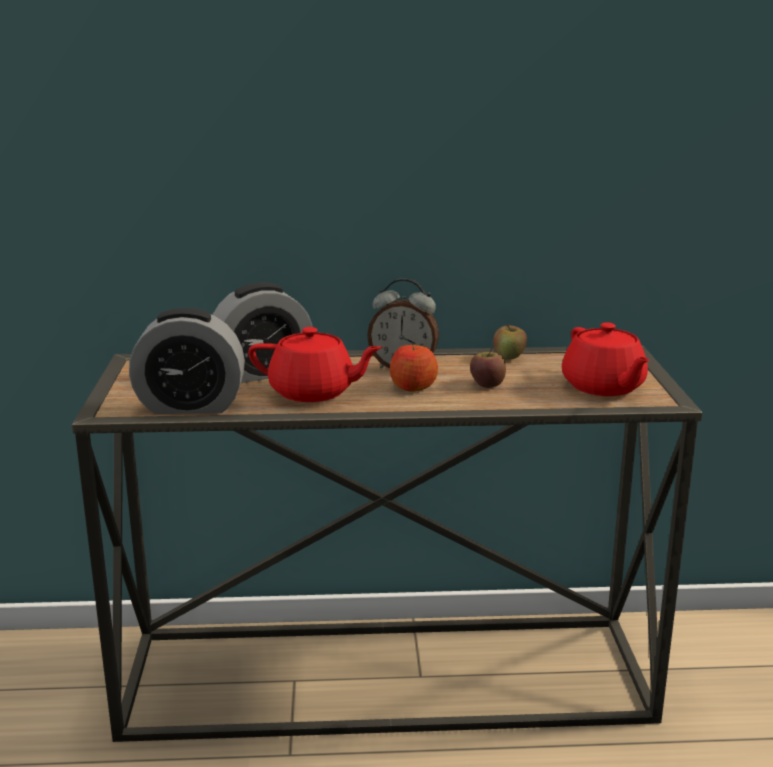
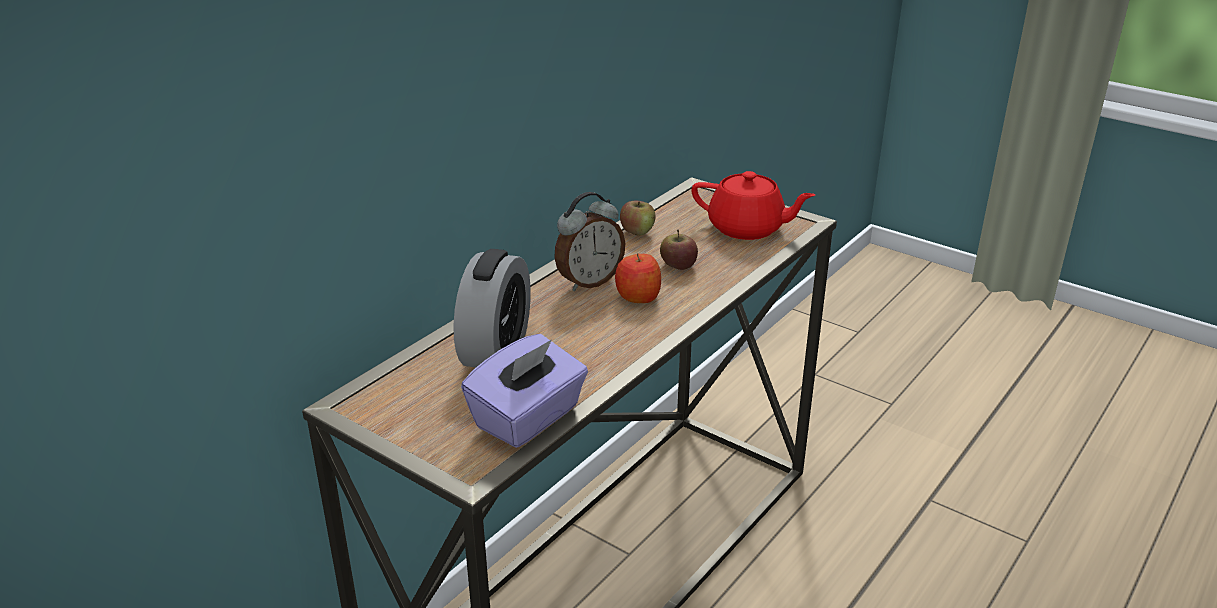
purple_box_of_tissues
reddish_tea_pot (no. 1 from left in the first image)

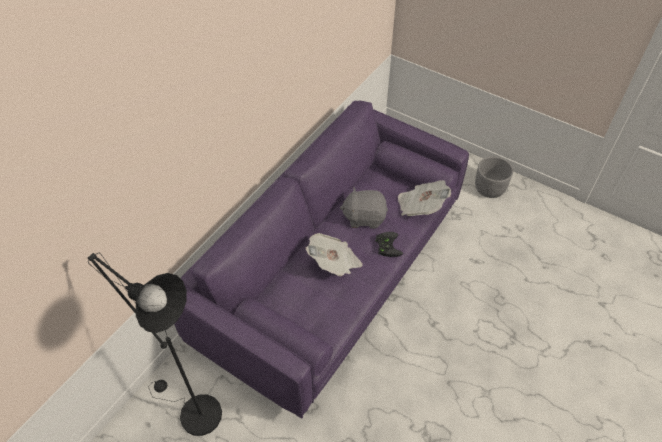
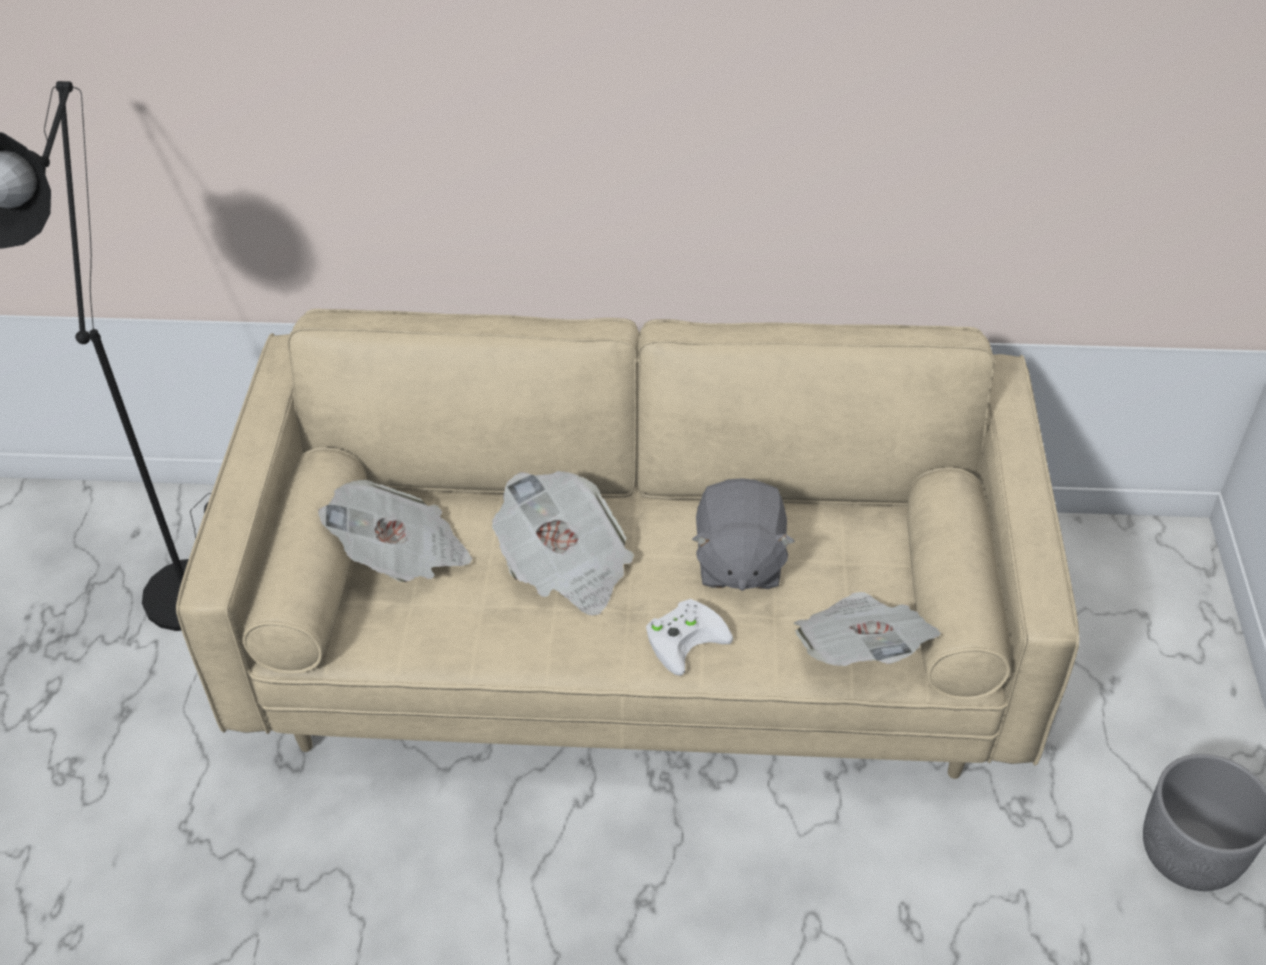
sand-coloured_sofa
greyish_cuddly_toy
white-coloured_game_controller
daily_paper (no. 1 from left)

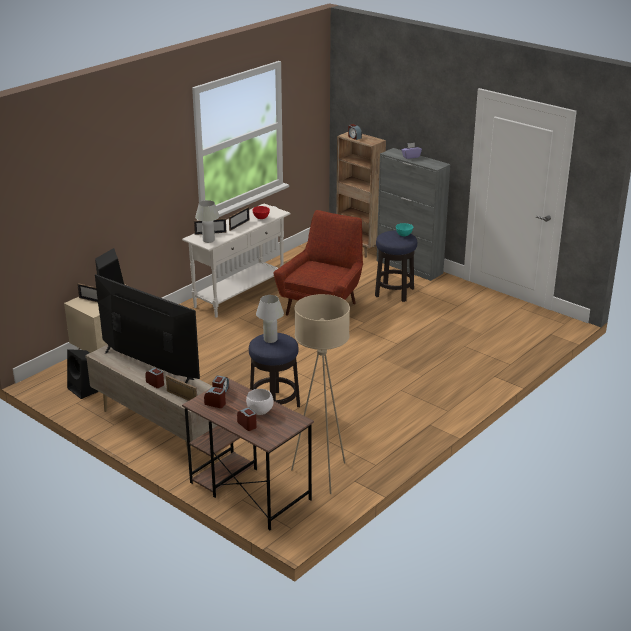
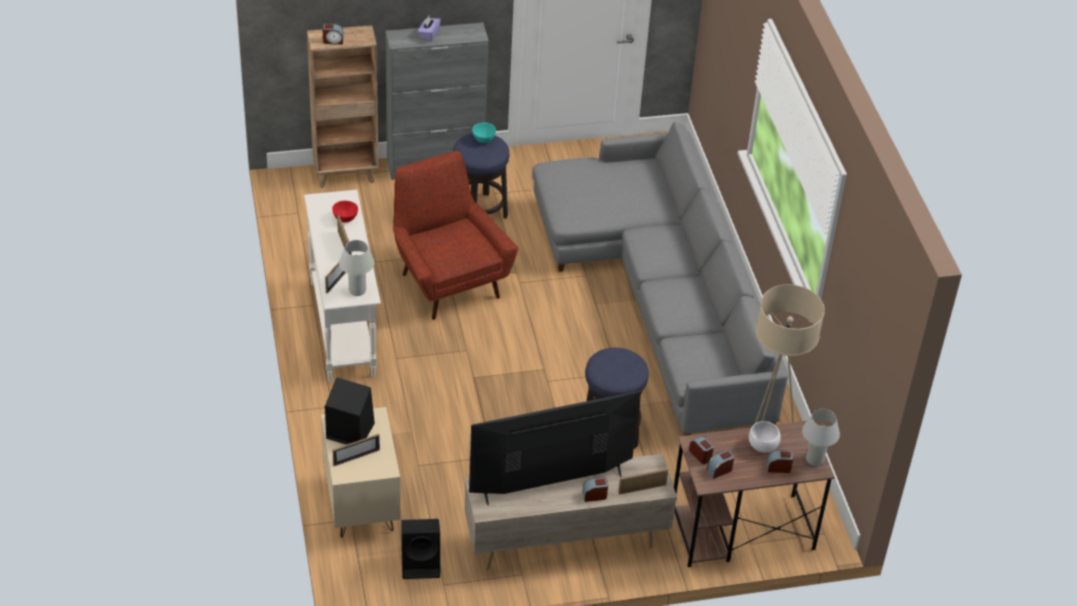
white-coloured_tabletop_lamp (no. 2 from left)
greyish_sofa

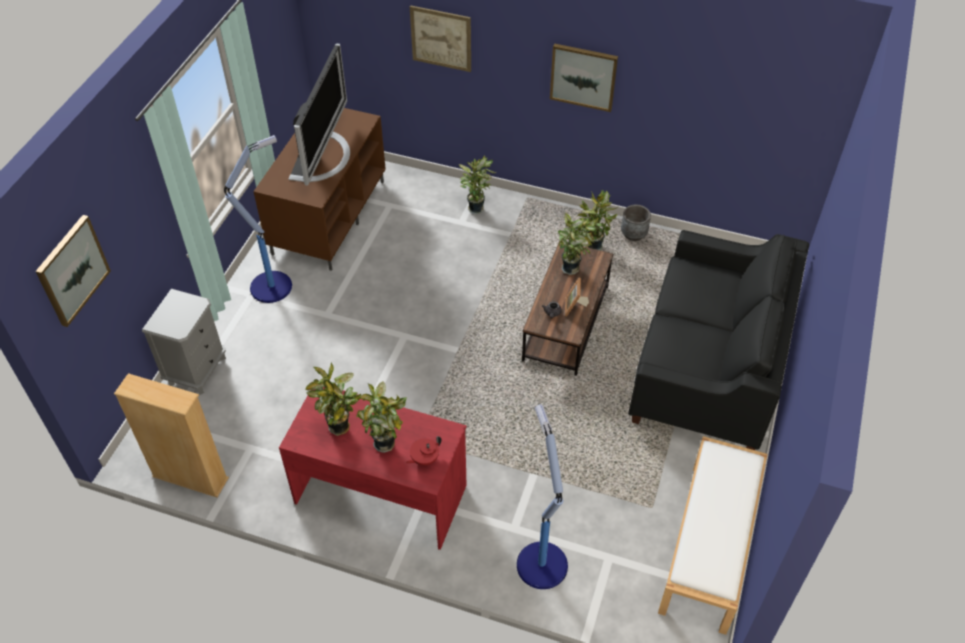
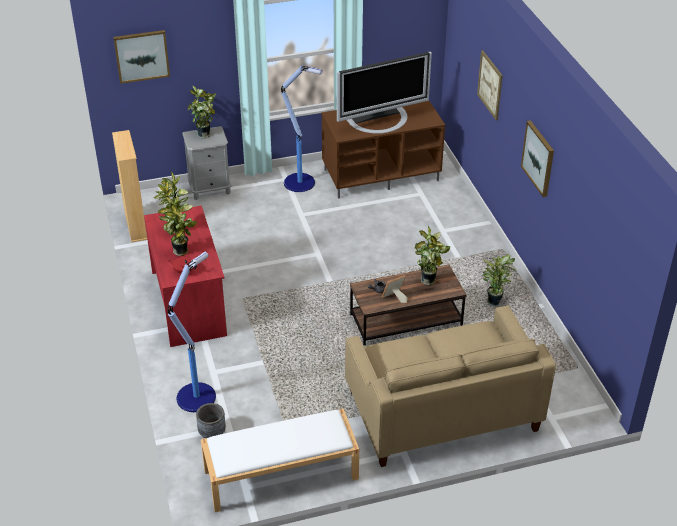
houseplant (no. 3 from left)
greyish_planter
sand-coloured_sofa

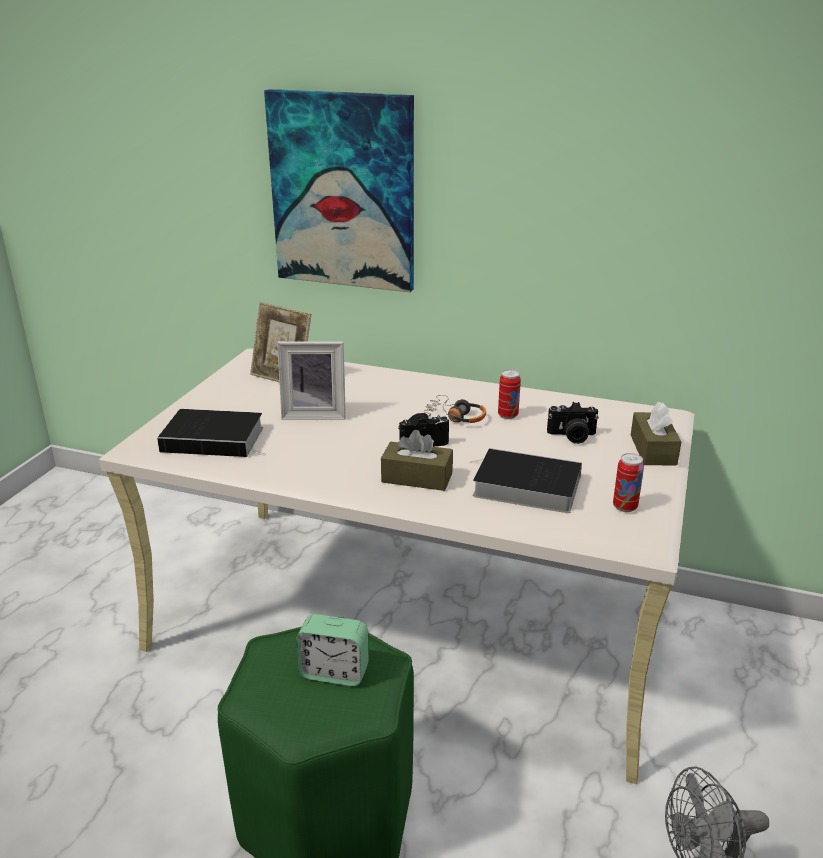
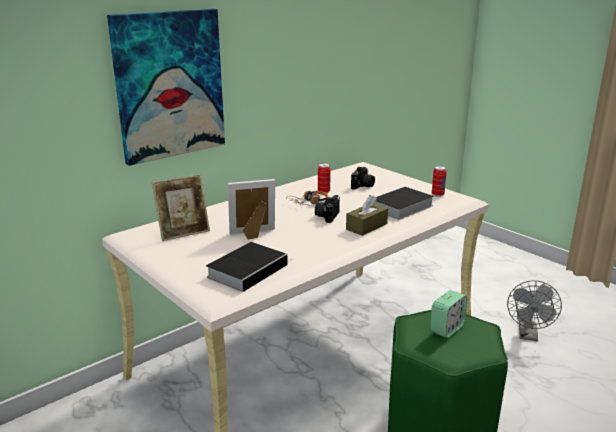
picture_frame (no. 2 from left)
brown_box_of_tissues (no. 2 from left in the first image)

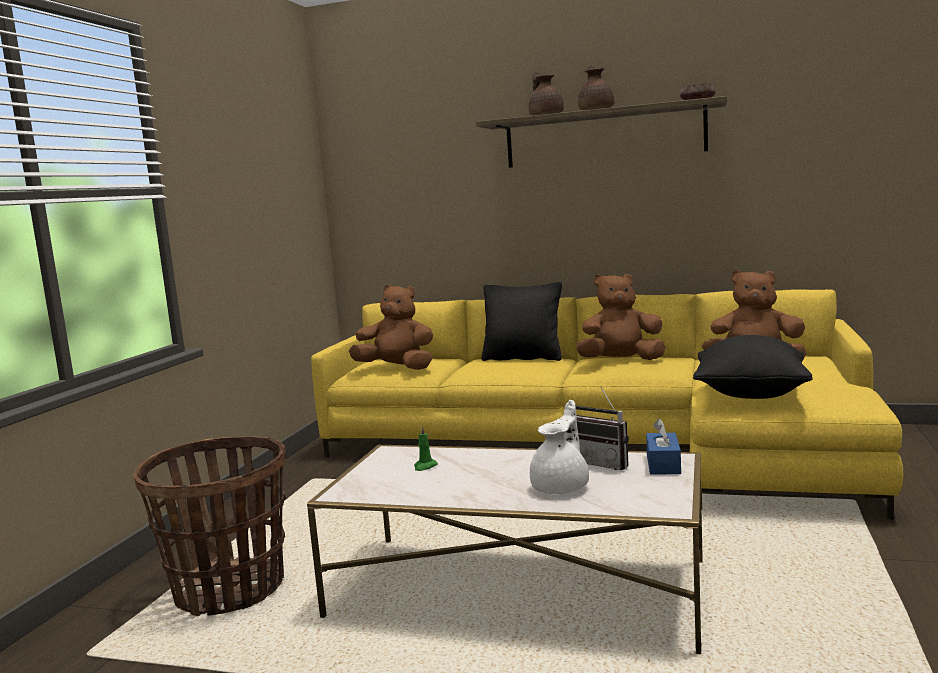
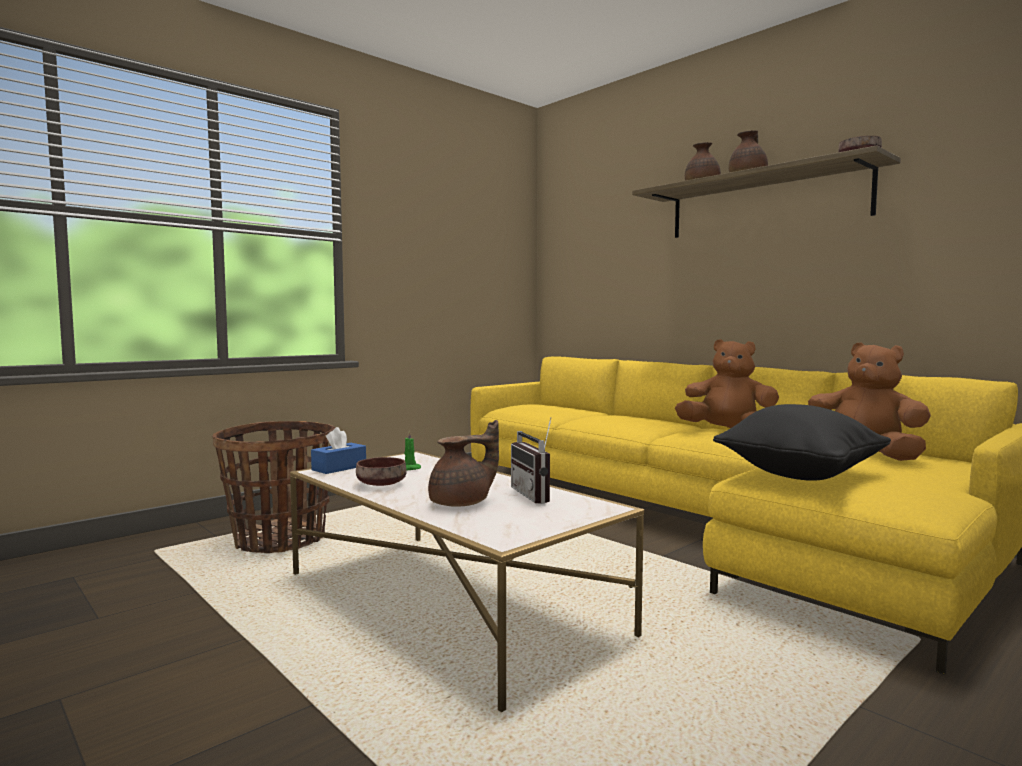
blackish_pillow (no. 1 from left in the first image)
brown_cuddly_toy (no. 1 from left in the first image)
brown_tea_pot (no. 1 from left)
blue_box_of_tissues
brown_deep_dish (no. 1 from left)

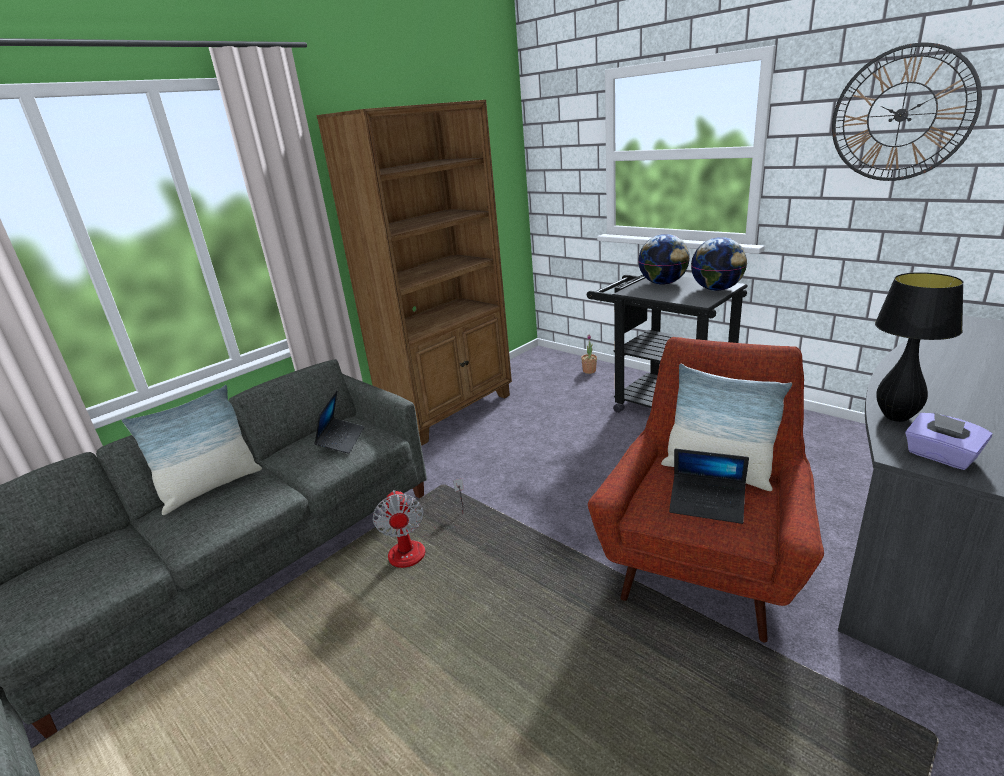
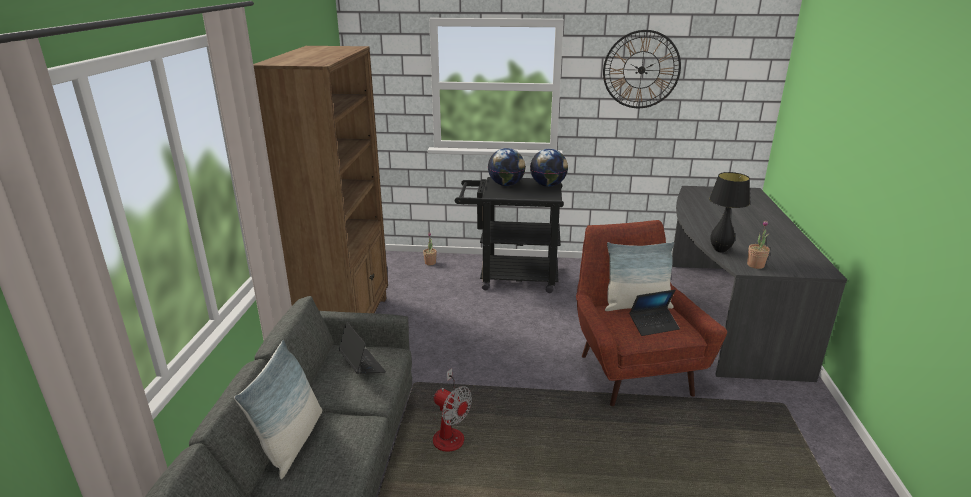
houseplant (no. 2 from left)

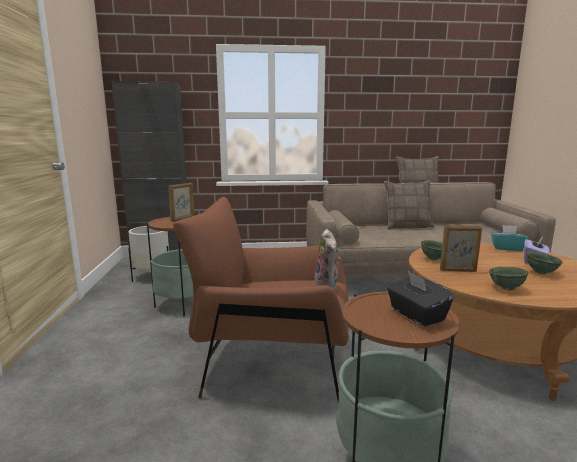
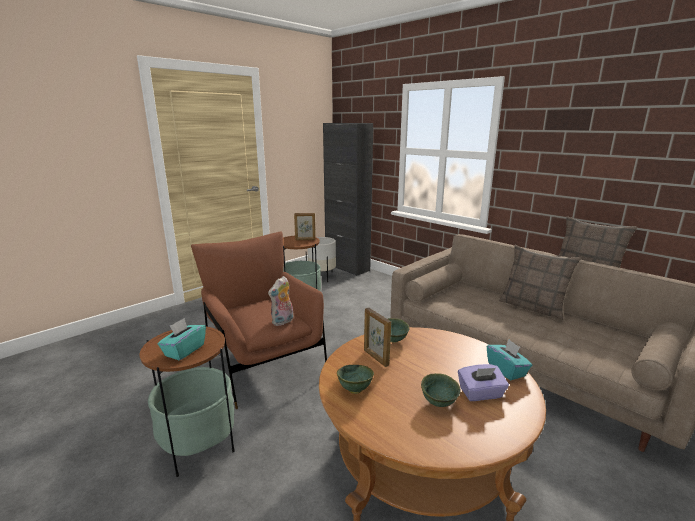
turquoise-coloured_box_of_tissues (no. 1 from left)

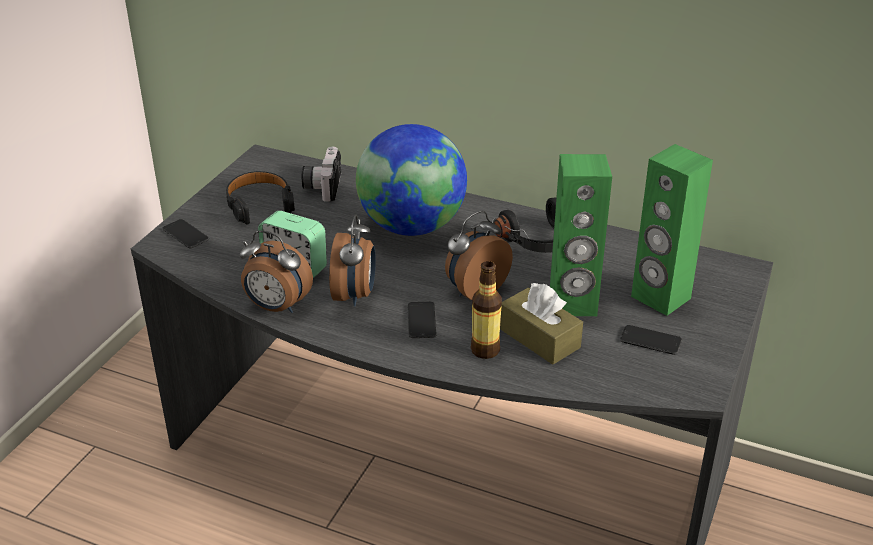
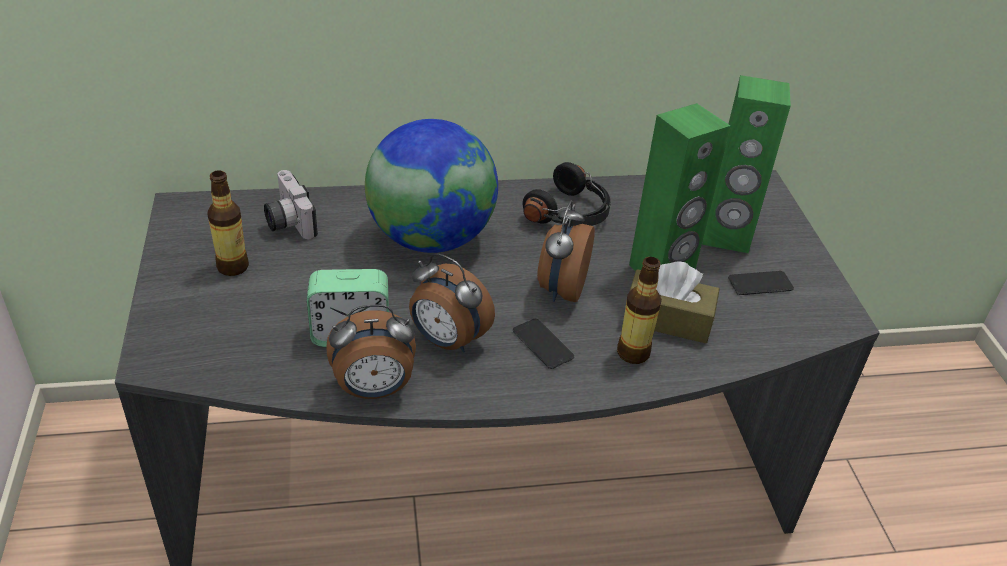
beverage_bottle (no. 1 from left)
table_clock (no. 3 from left)
telephone (no. 1 from left in the first image)

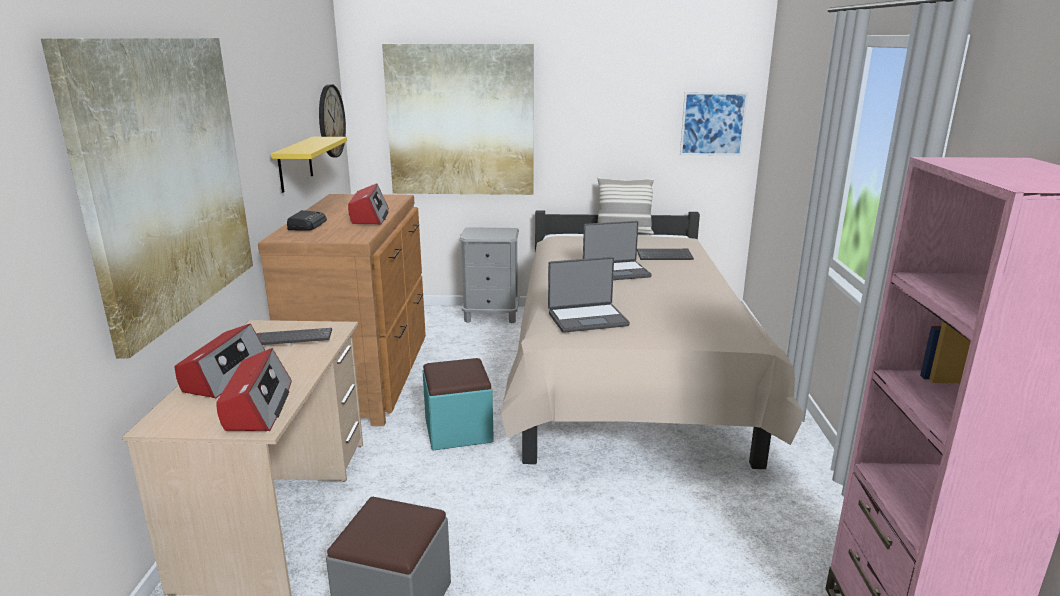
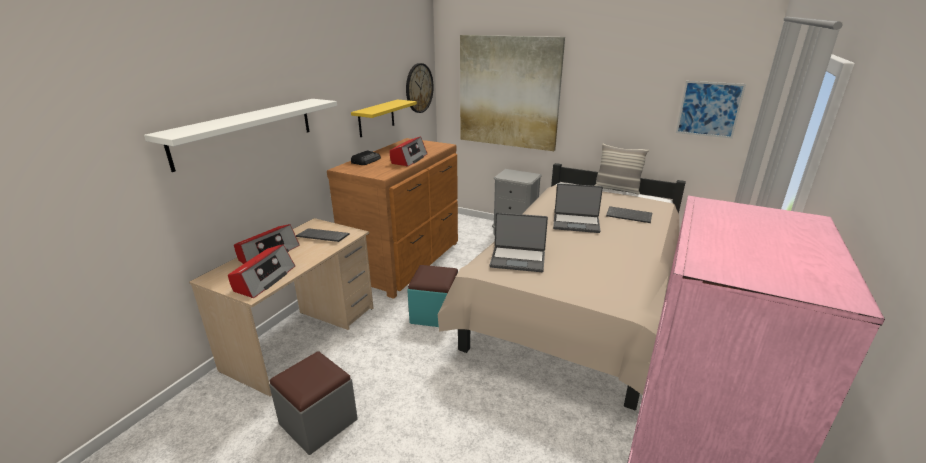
white-coloured_wall_shelf

